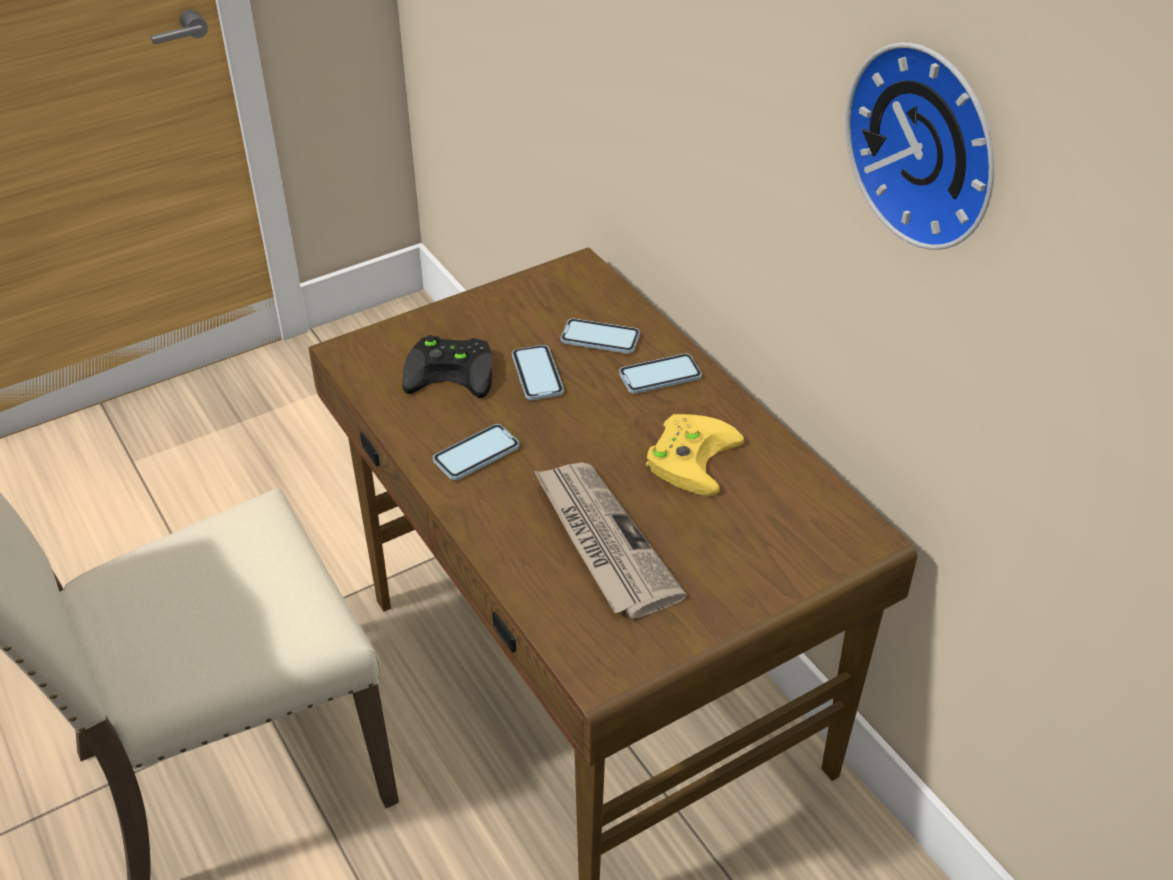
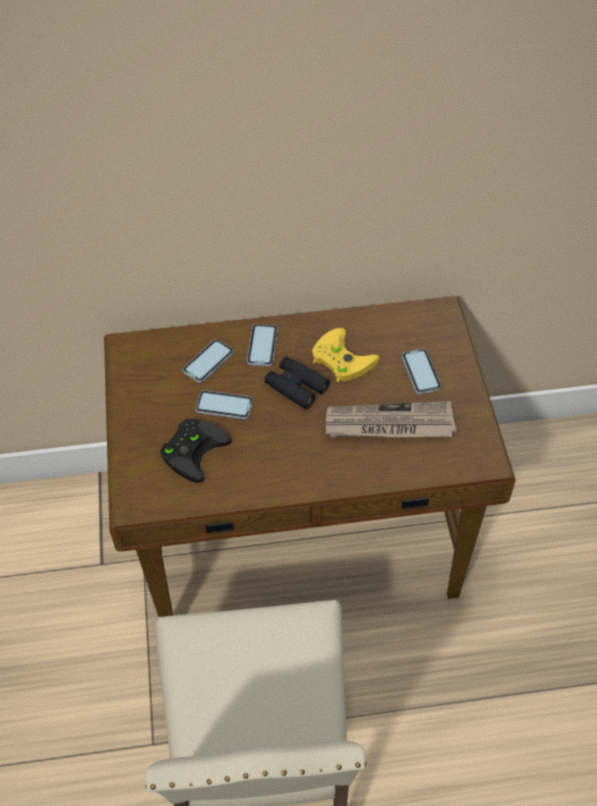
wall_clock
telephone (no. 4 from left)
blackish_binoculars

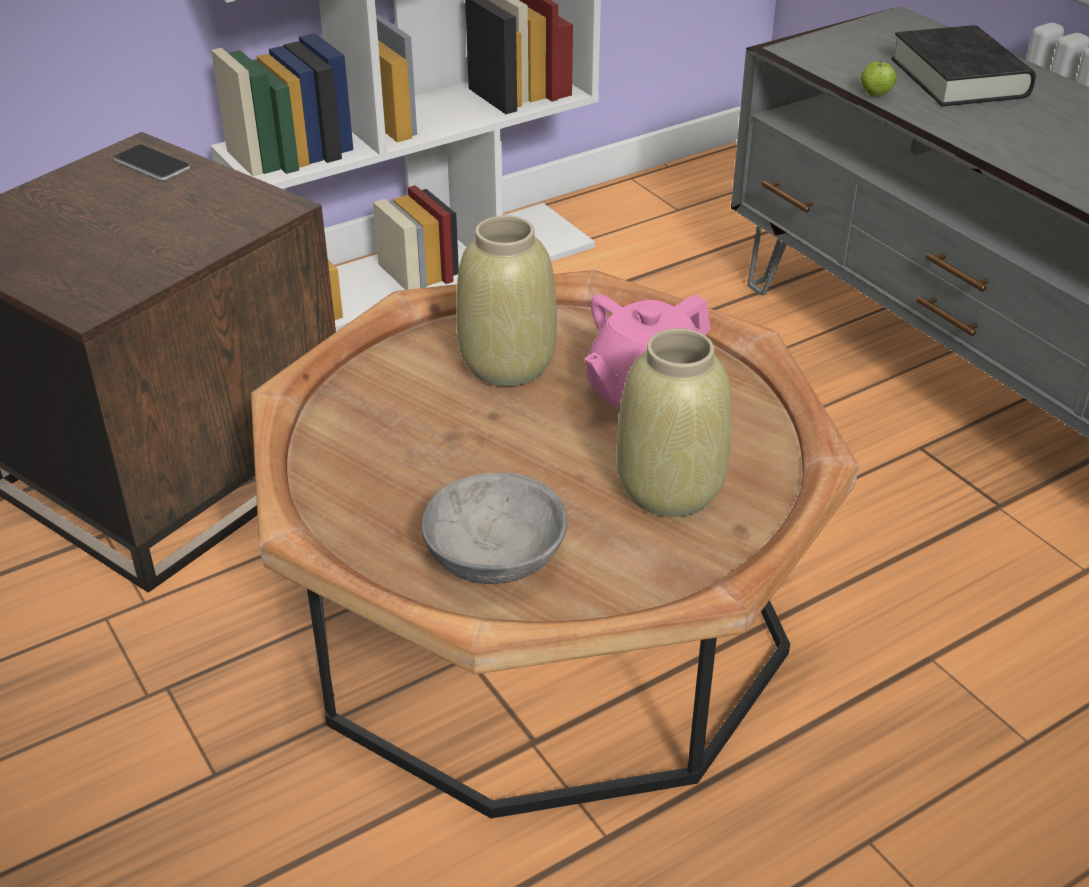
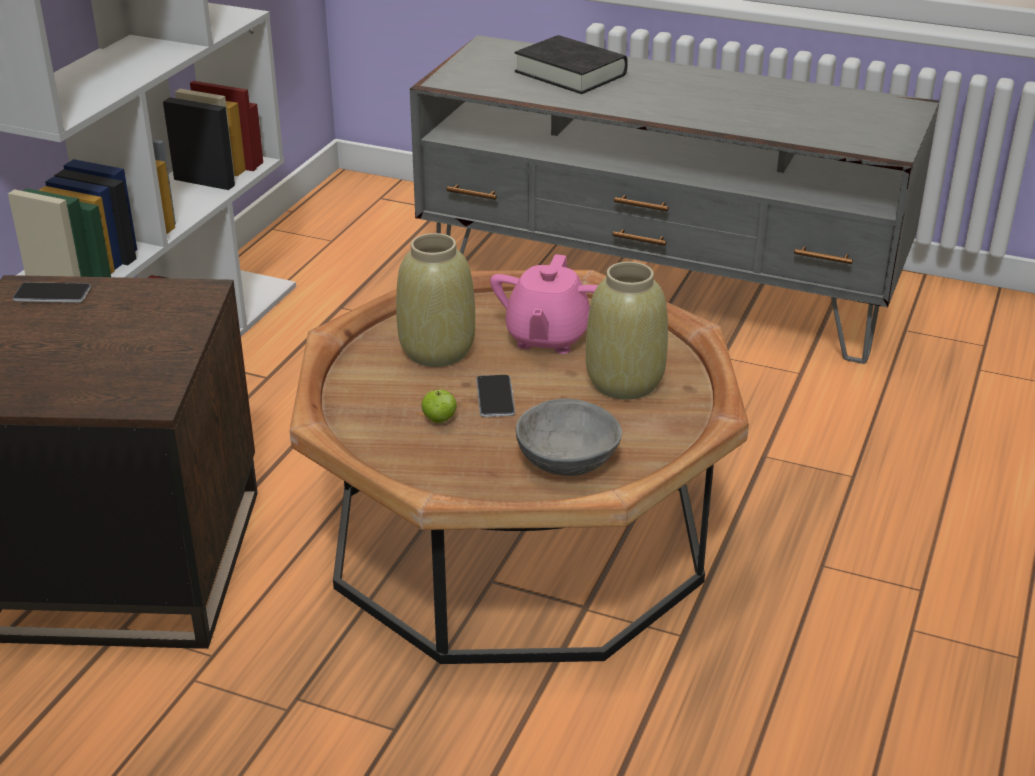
whole_apple
telephone (no. 2 from left)

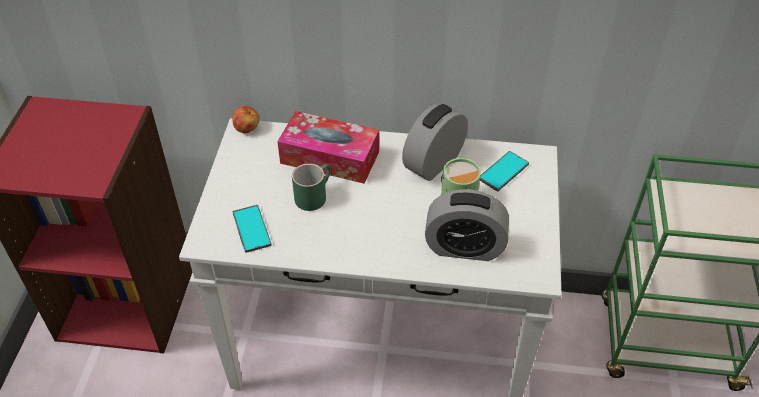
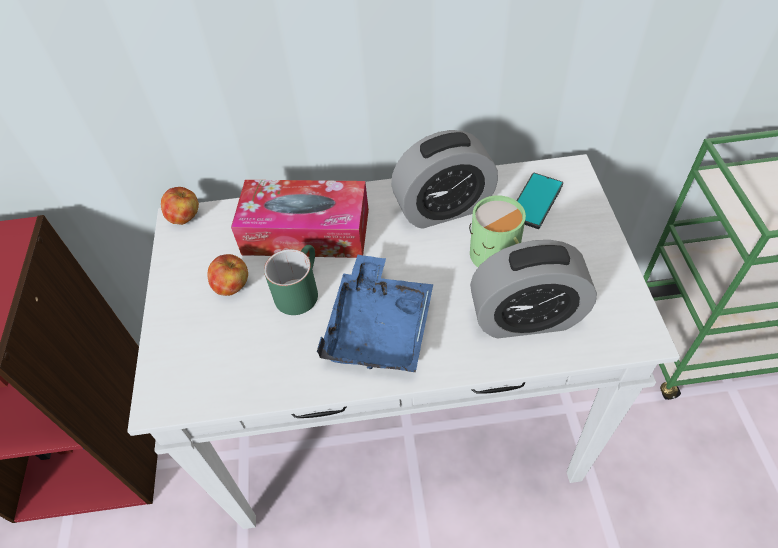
table_clock (no. 1 from left)
telephone (no. 1 from left in the first image)
whole_apple (no. 2 from left)
blue_carrying_tray

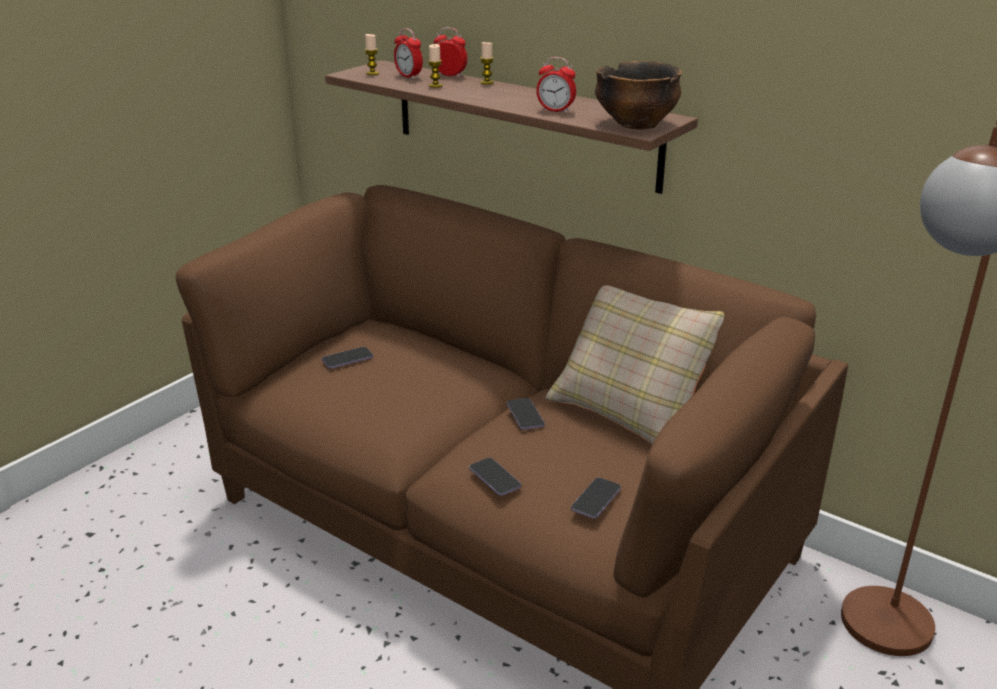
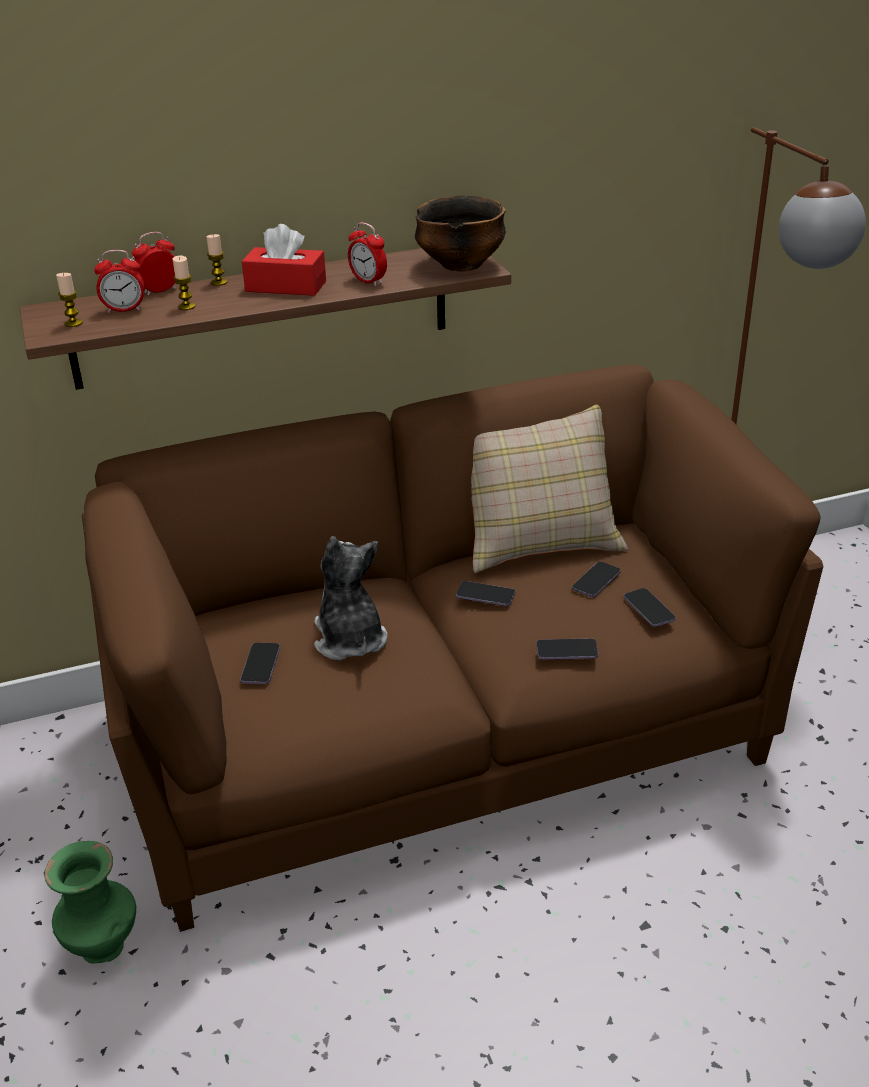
table_clock (no. 3 from left)
reddish_box_of_tissues
cuddly_toy
telephone (no. 4 from left)
green_flower_vase

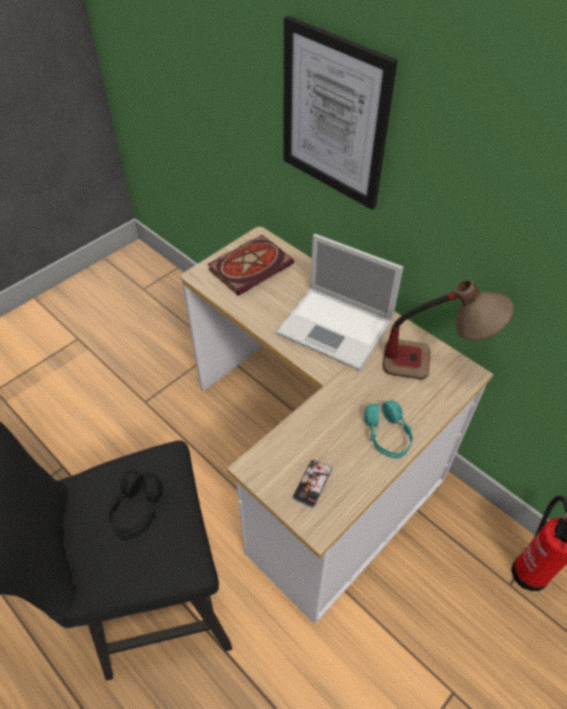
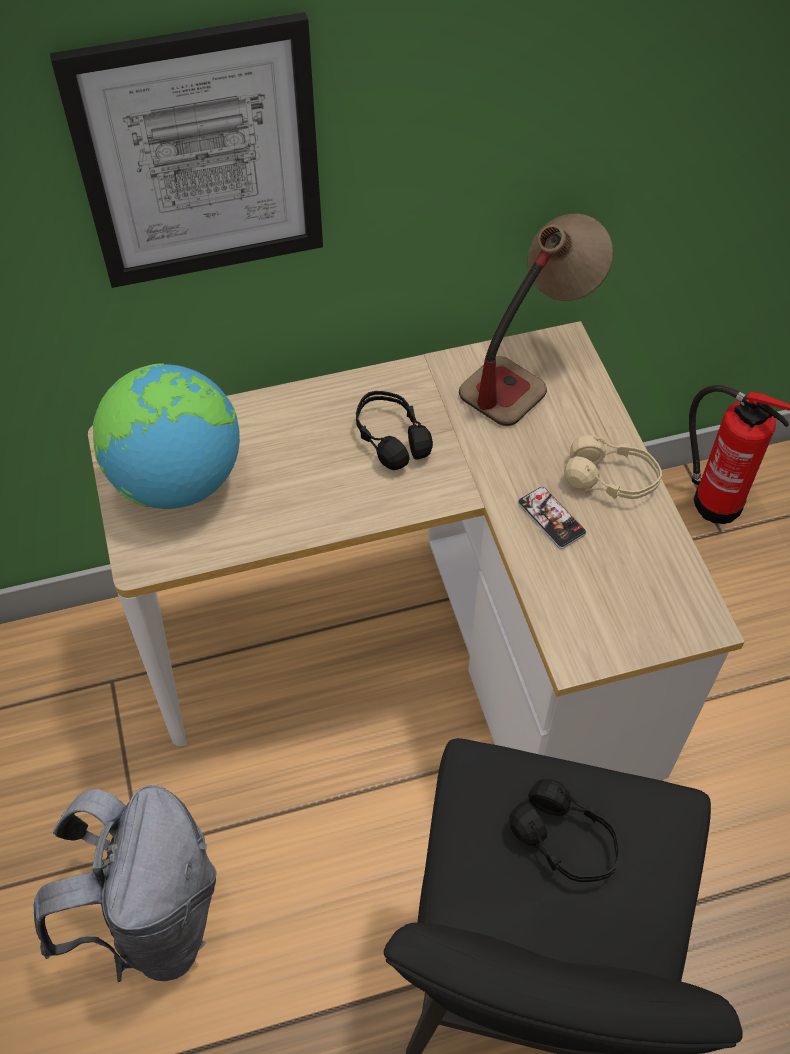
blackish_pair_of_headphones (no. 1 from left)
world_globe
sand-coloured_pair_of_headphones
telephone
greyish_backpack

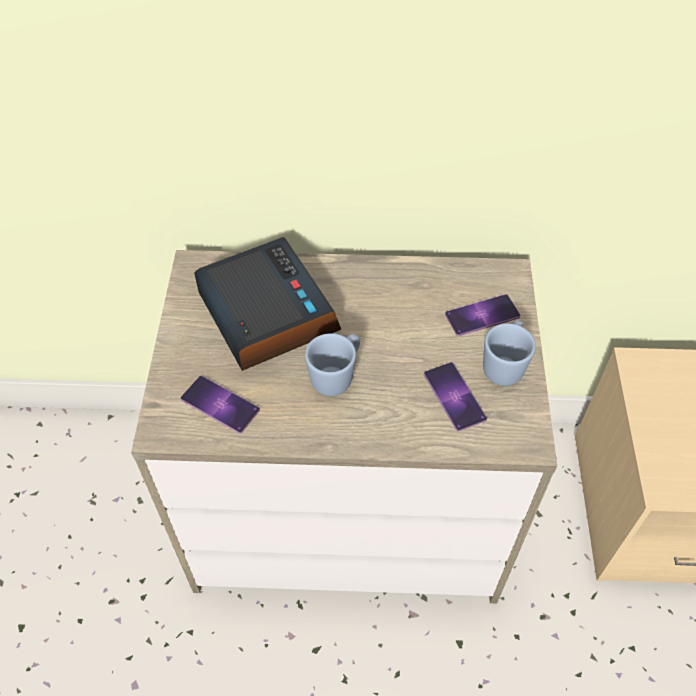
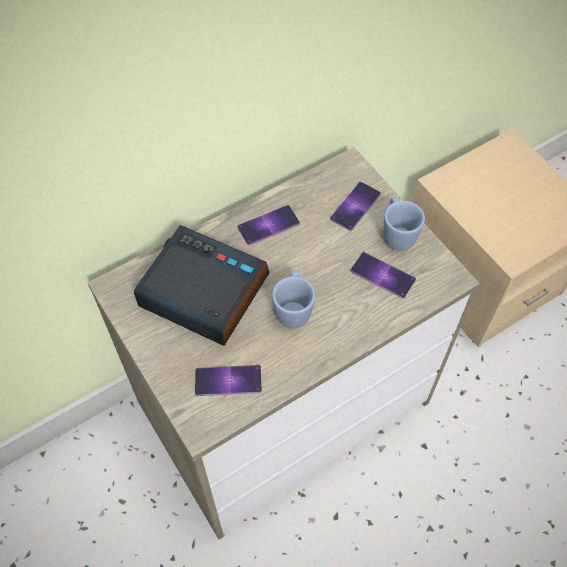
telephone (no. 2 from left)

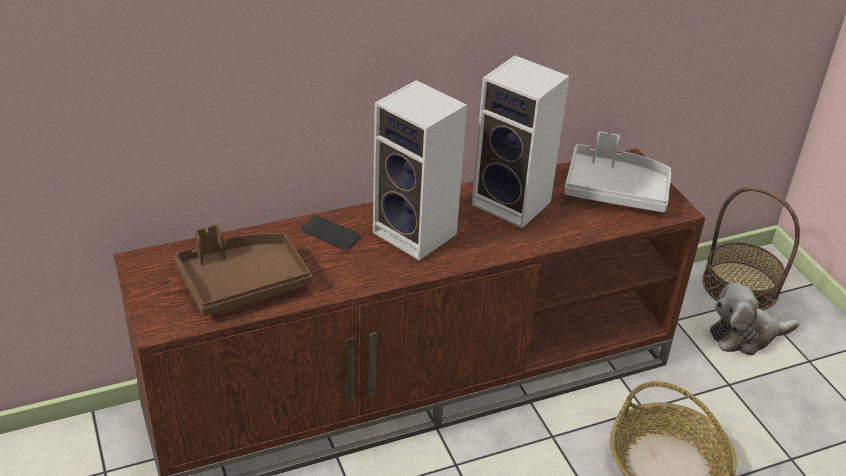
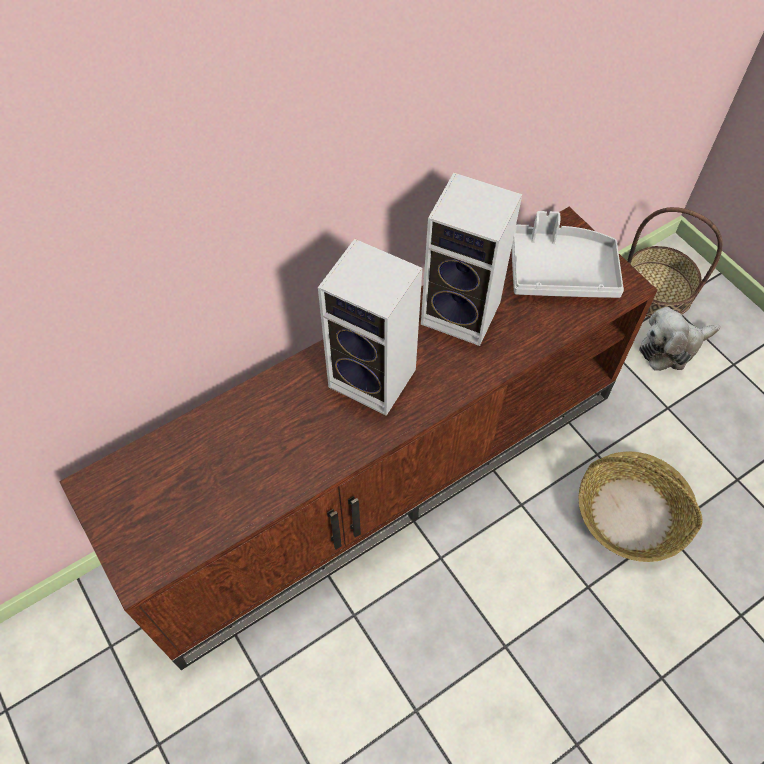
telephone
brown_carrying_tray

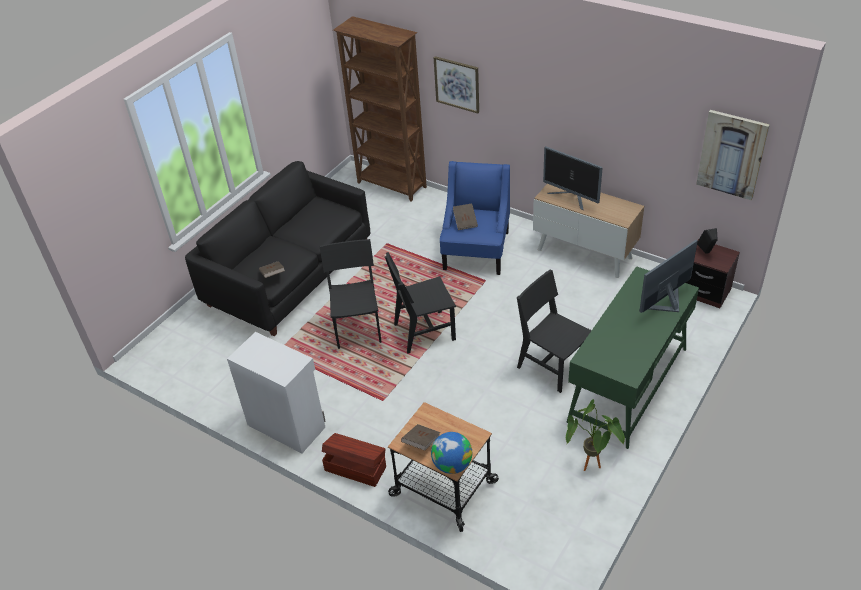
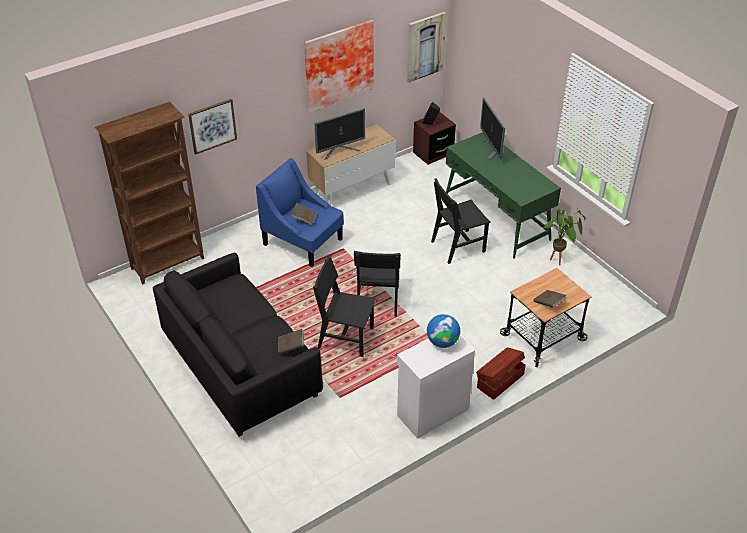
world_globe
wall_art (no. 2 from left)

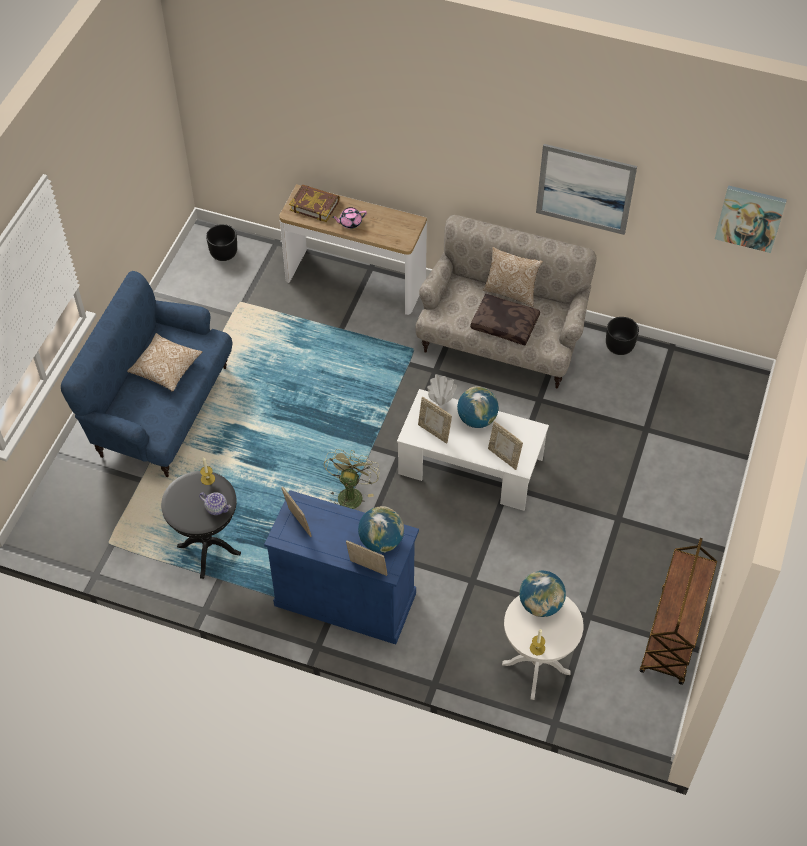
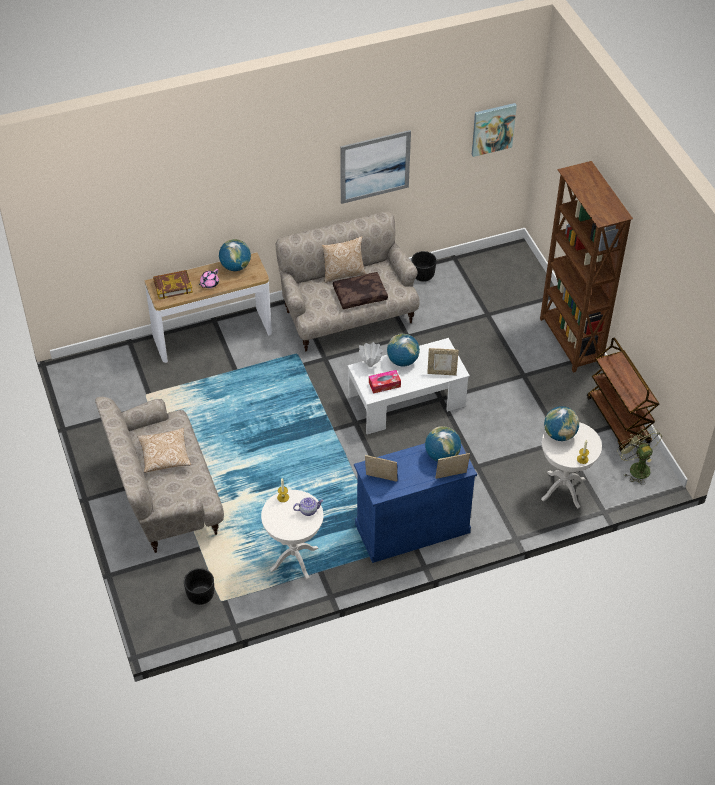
blackish_planter (no. 1 from left)
sand-coloured_sofa (no. 1 from left)
box_of_tissues
green_electric_fan
white-coloured_accent_table (no. 1 from left)
brown_bookshelf
world_globe (no. 1 from left)

